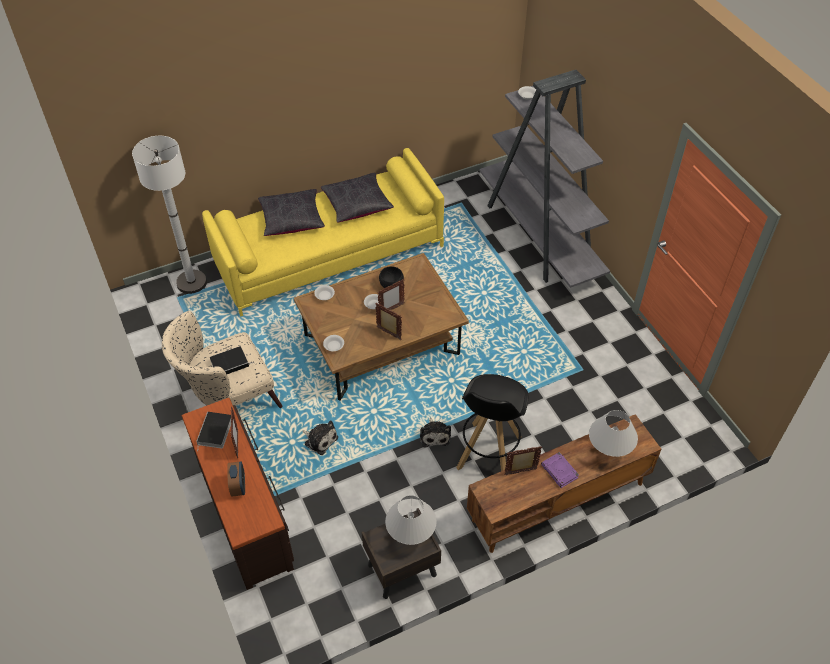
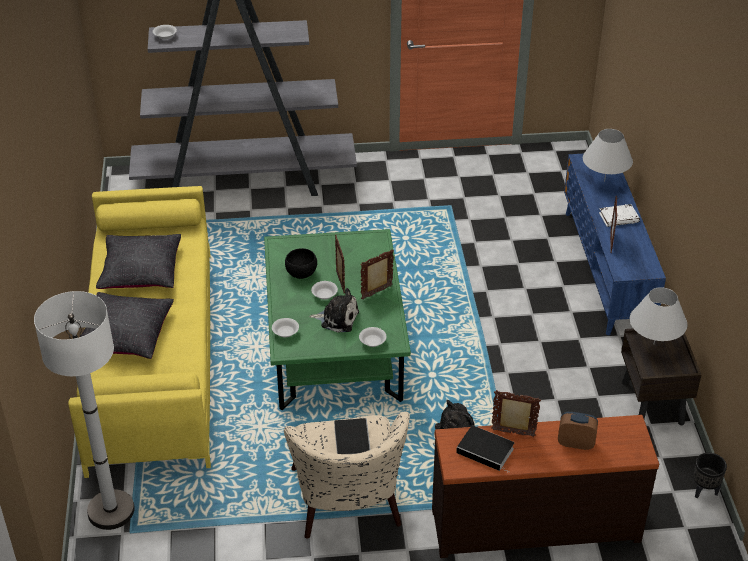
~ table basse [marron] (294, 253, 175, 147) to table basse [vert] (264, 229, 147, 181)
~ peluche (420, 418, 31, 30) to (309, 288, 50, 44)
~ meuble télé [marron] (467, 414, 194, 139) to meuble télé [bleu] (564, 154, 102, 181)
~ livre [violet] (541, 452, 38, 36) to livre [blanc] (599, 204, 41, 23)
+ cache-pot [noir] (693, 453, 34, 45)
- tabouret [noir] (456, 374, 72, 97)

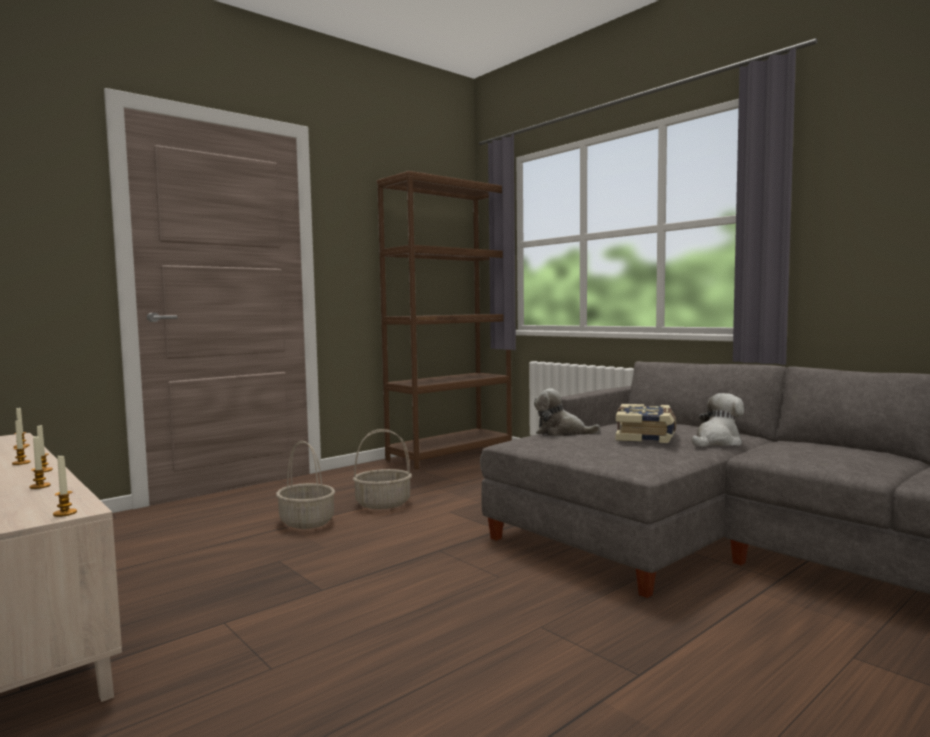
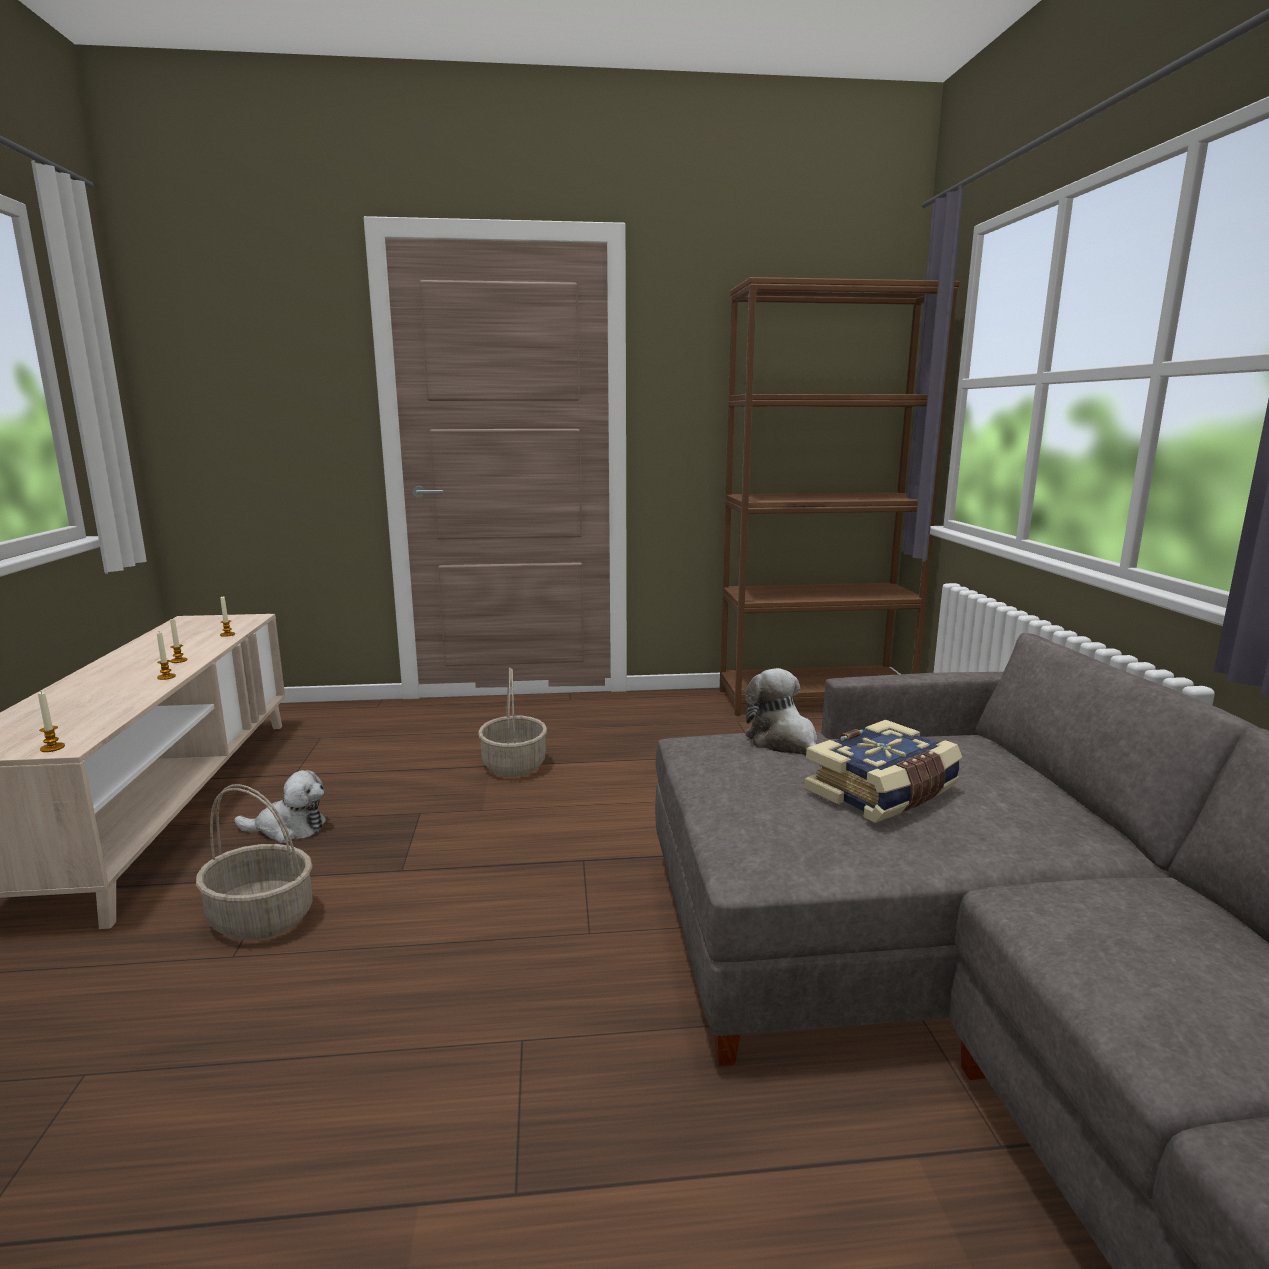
~ panier (353, 429, 59, 80) to (196, 784, 117, 156)
~ peluche (692, 393, 52, 54) to (234, 770, 92, 73)
- bougie (29, 436, 22, 53)

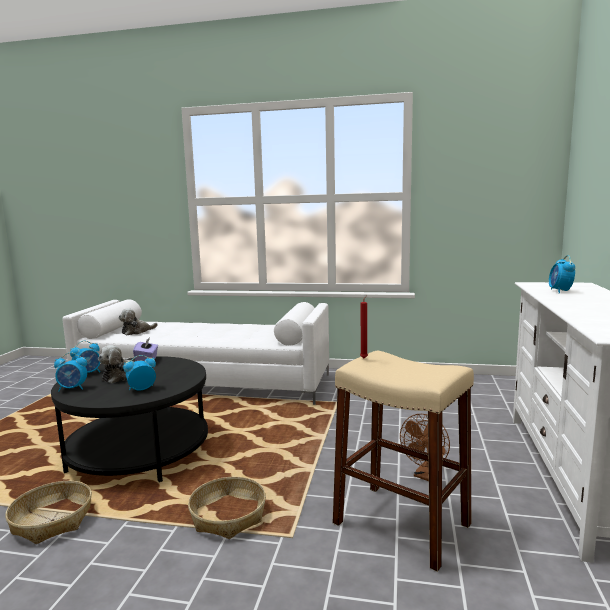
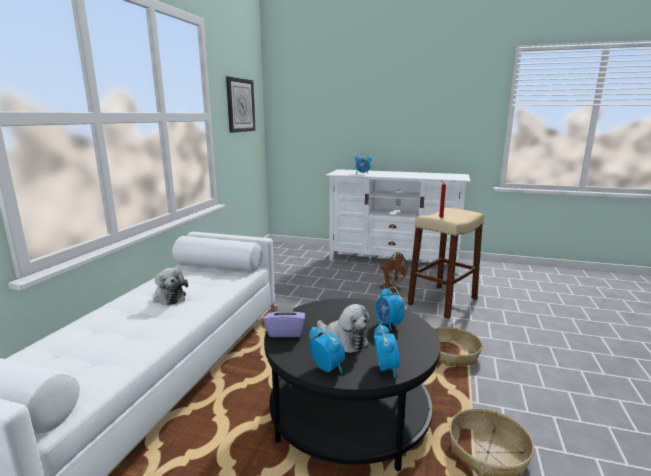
~ peluche (118, 308, 40, 27) to (153, 268, 35, 37)
+ horloge murale (226, 76, 30, 57)

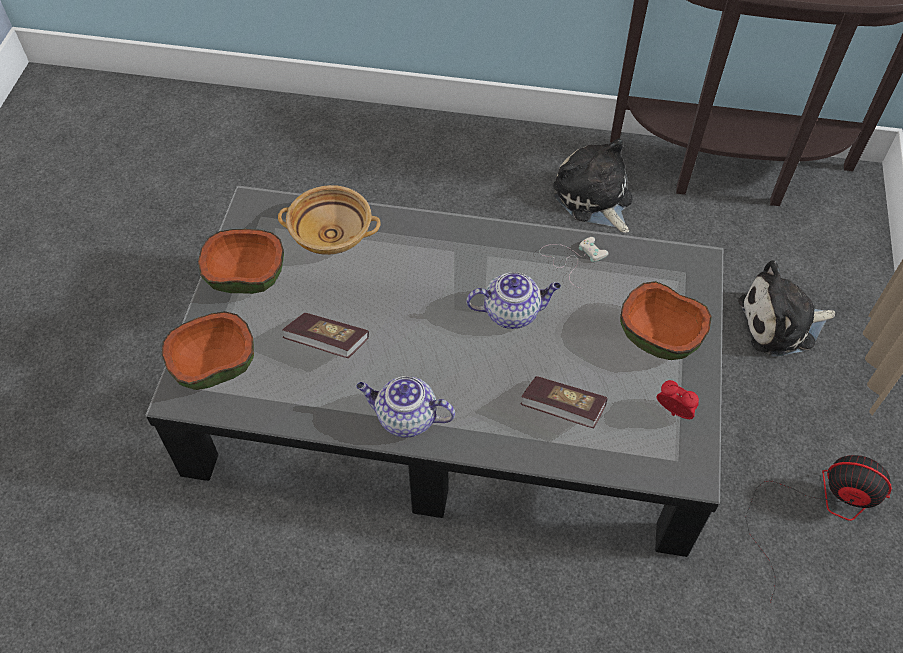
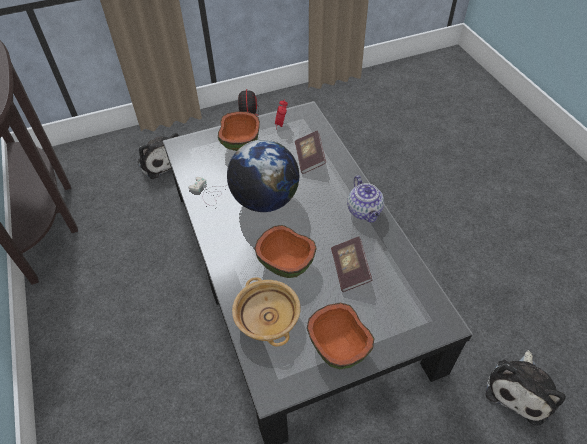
~ théière (466, 272, 95, 57) to globe (227, 140, 72, 72)
~ bol (162, 311, 92, 79) to (254, 225, 63, 53)
~ peluche (553, 138, 79, 95) to (486, 350, 80, 76)

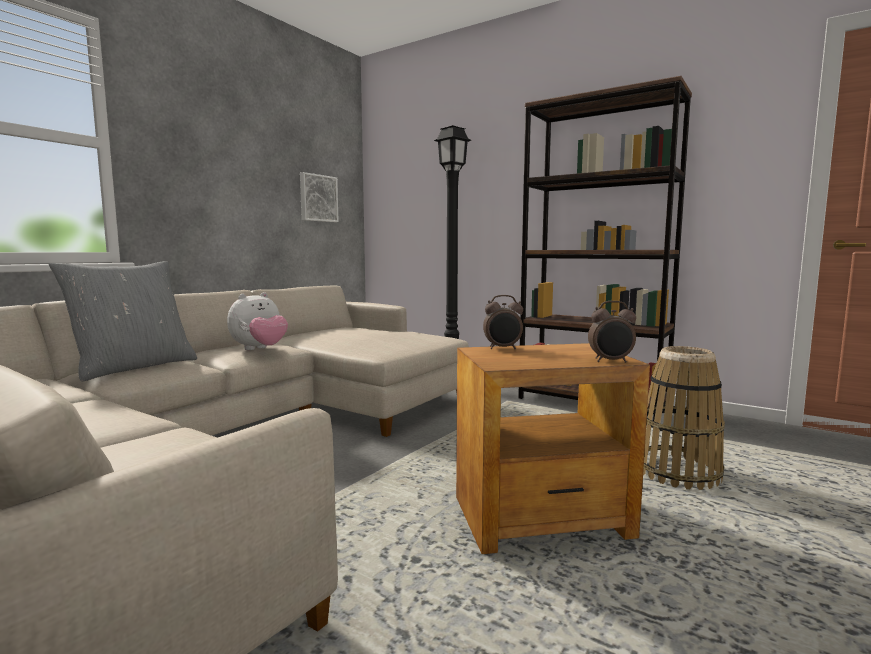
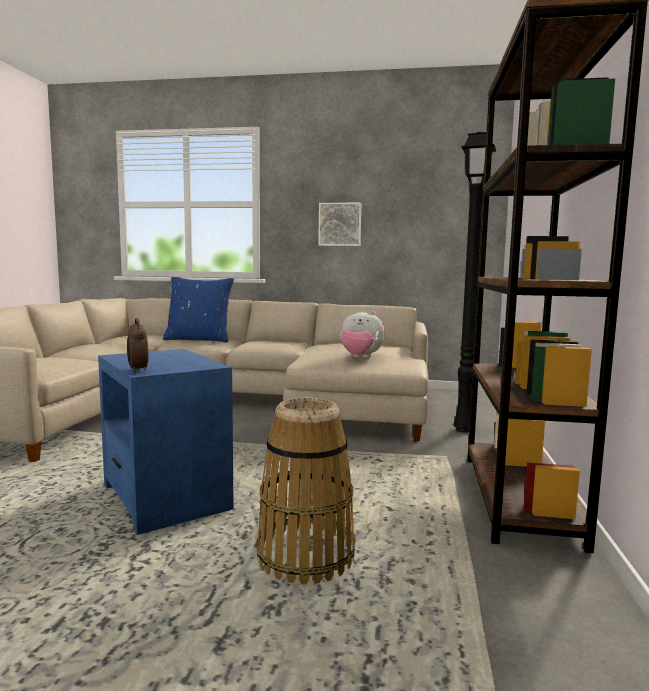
~ table d'appoint [marron] (456, 343, 194, 211) to table d'appoint [bleu] (98, 349, 136, 186)
~ coussin [gris] (49, 261, 148, 121) to coussin [bleu] (163, 277, 71, 65)
~ tableau (300, 172, 39, 50) to (318, 203, 43, 43)
~ peluche (227, 292, 61, 58) to (340, 310, 45, 48)
- réveil (483, 295, 40, 54)

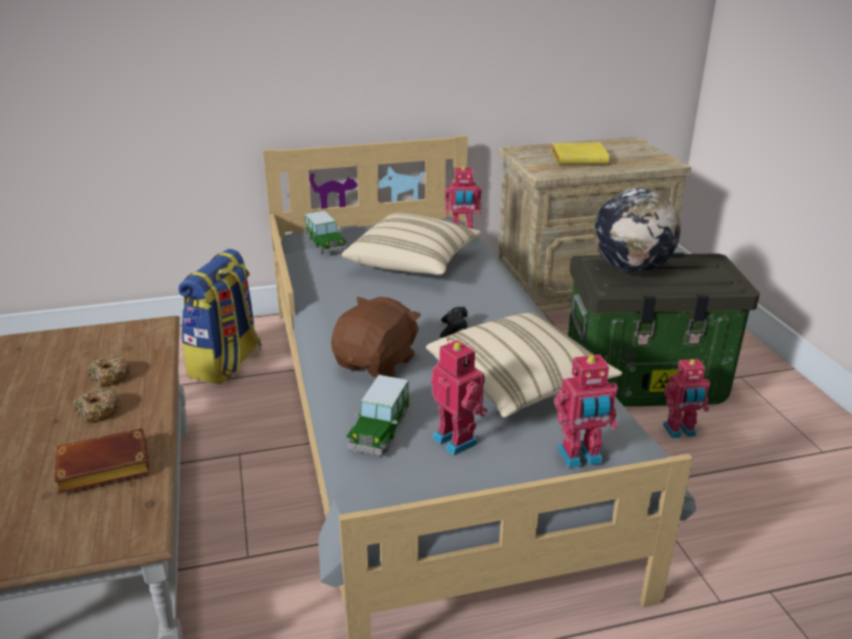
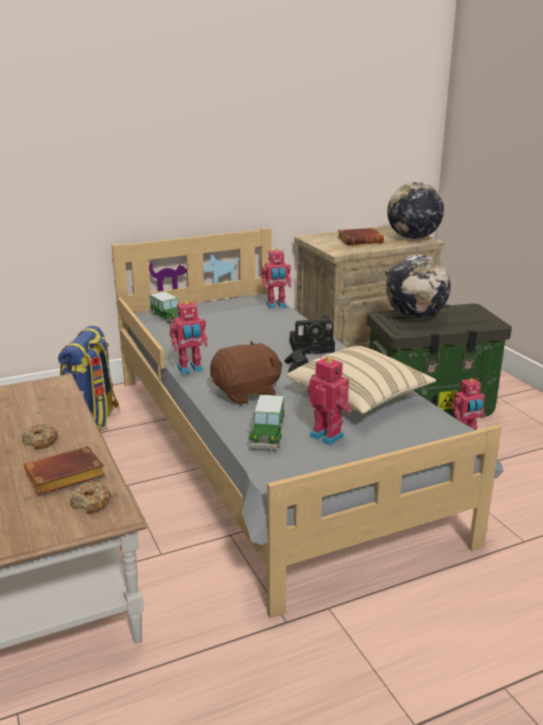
~ beignet (88, 355, 43, 31) to (70, 482, 41, 32)
~ robot jouet (554, 354, 64, 114) to (170, 301, 38, 73)
~ peluche [marron] (331, 297, 90, 81) = (210, 341, 73, 64) 45 degrees clockwise
+ appareil photo (290, 315, 45, 39)
~ livre [jaune] (552, 142, 58, 23) to livre [marron] (337, 228, 47, 17)
+ globe (387, 182, 57, 57)
- coussin [beige] (342, 213, 139, 62)

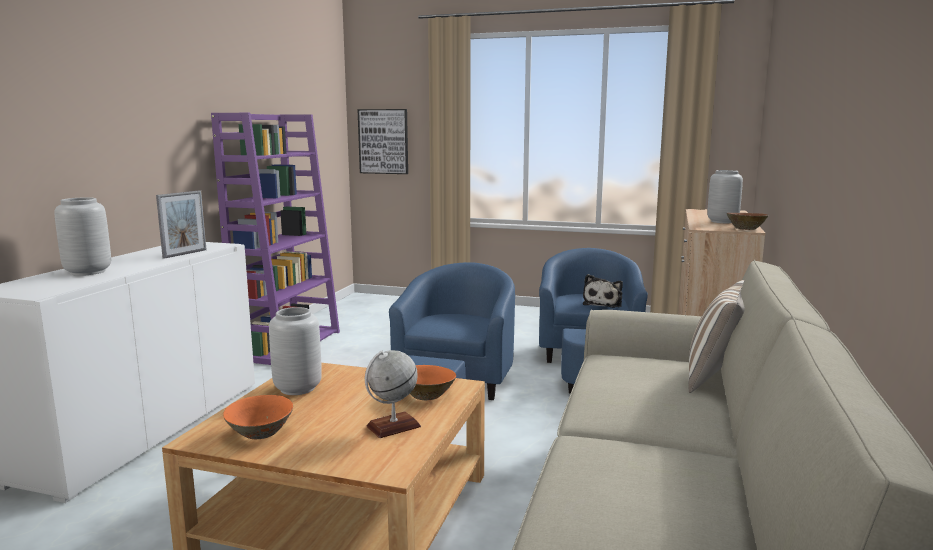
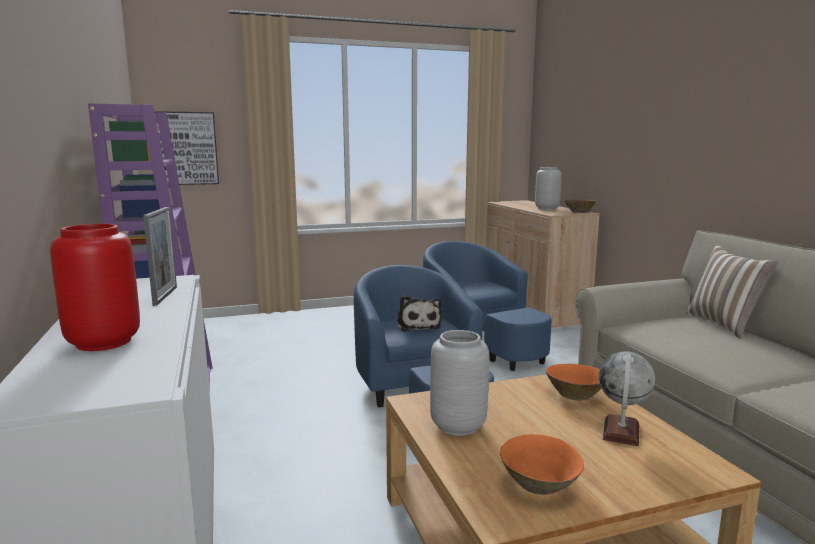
~ vase [gris] (54, 197, 57, 79) to vase [rouge] (50, 224, 90, 127)
~ peluche (583, 274, 40, 34) to (397, 296, 44, 36)

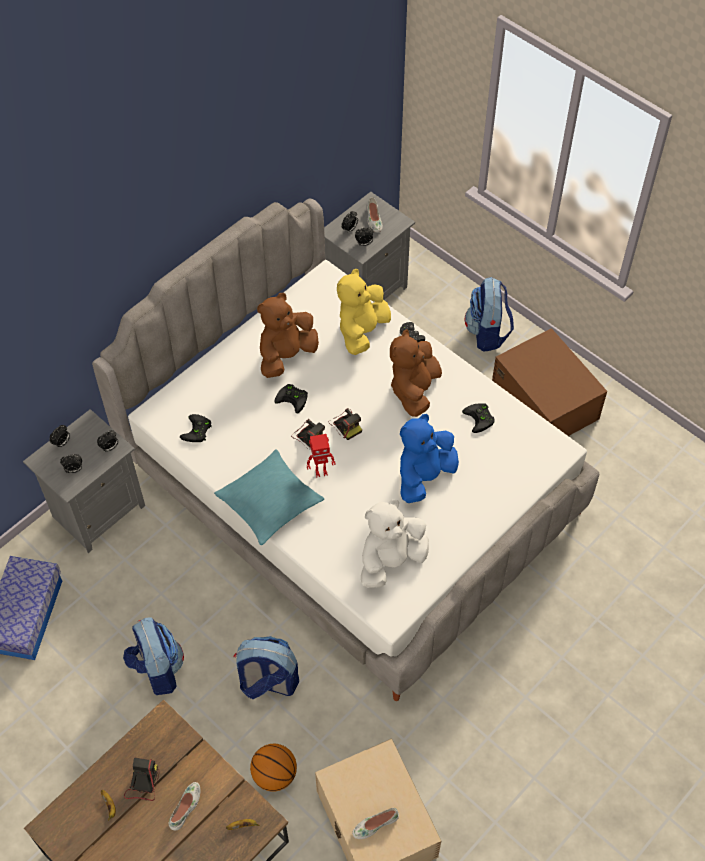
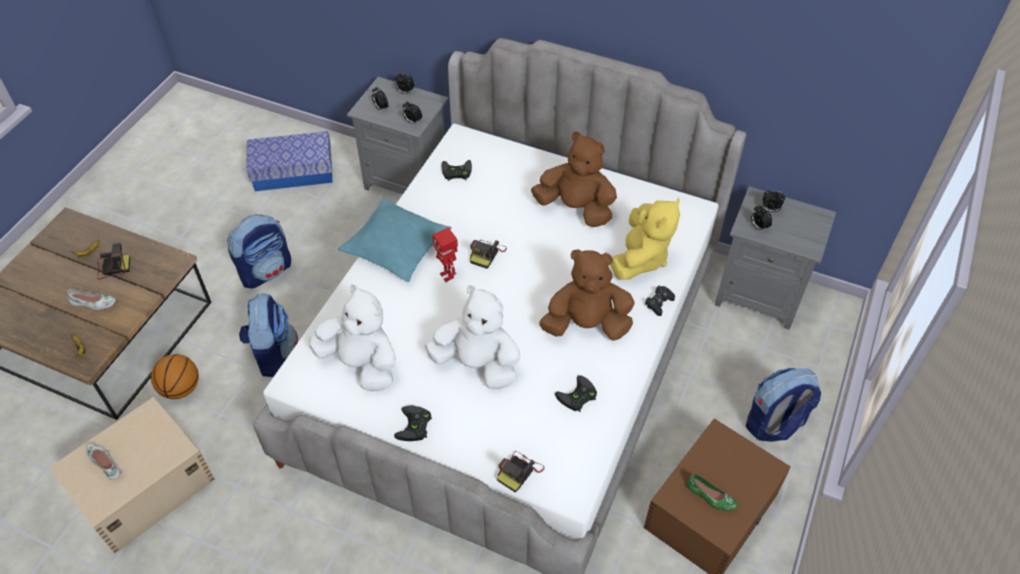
~ manette [noir] (274, 384, 34, 30) to (394, 405, 38, 36)
~ peluche [bleu] (400, 414, 59, 89) to peluche [blanc] (425, 285, 95, 104)
~ appareil photo (329, 408, 33, 32) to (497, 451, 47, 42)
~ peluche [jaune] (337, 269, 54, 86) = (611, 198, 69, 82) 105 degrees clockwise
+ chaussure [vert] (687, 474, 51, 37)
- chaussure [blanc] (367, 197, 16, 35)

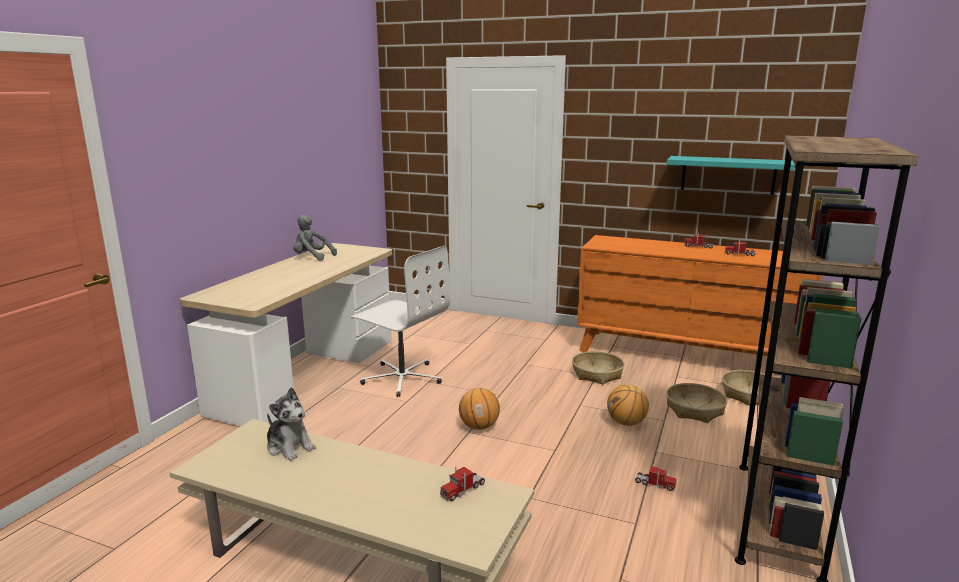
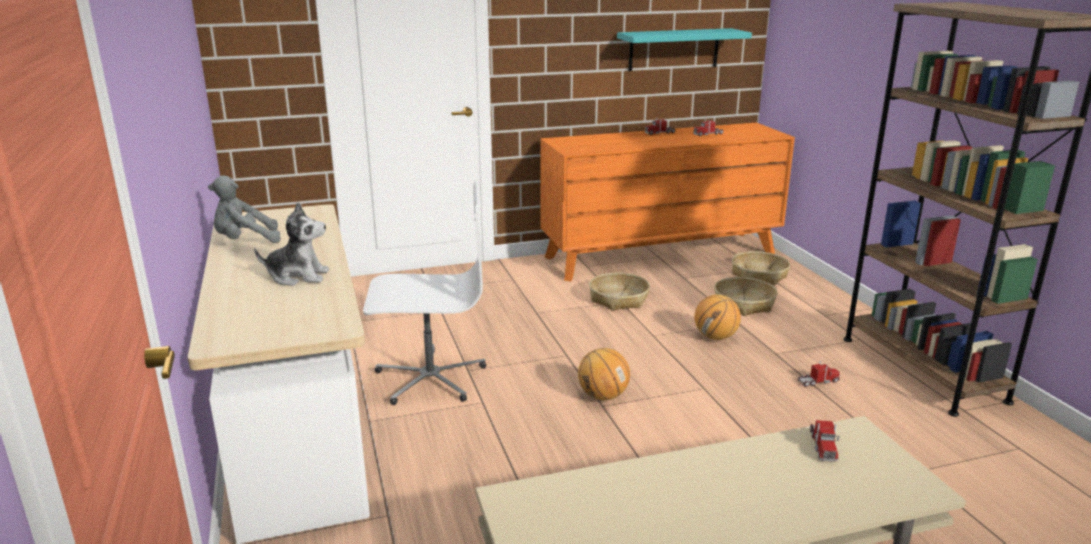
~ peluche (267, 387, 49, 74) to (254, 202, 75, 84)

